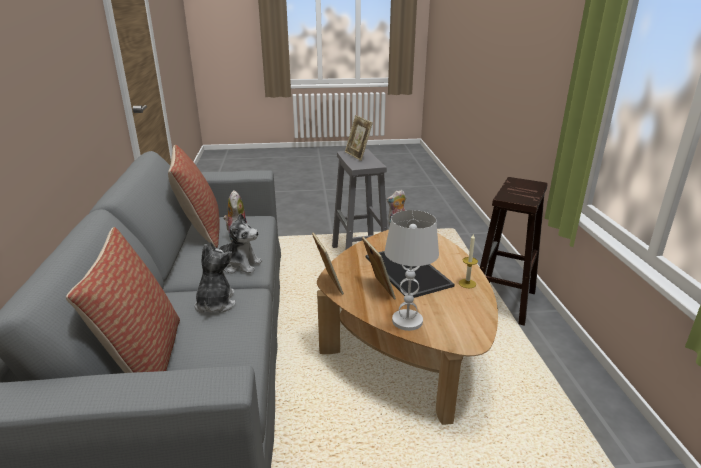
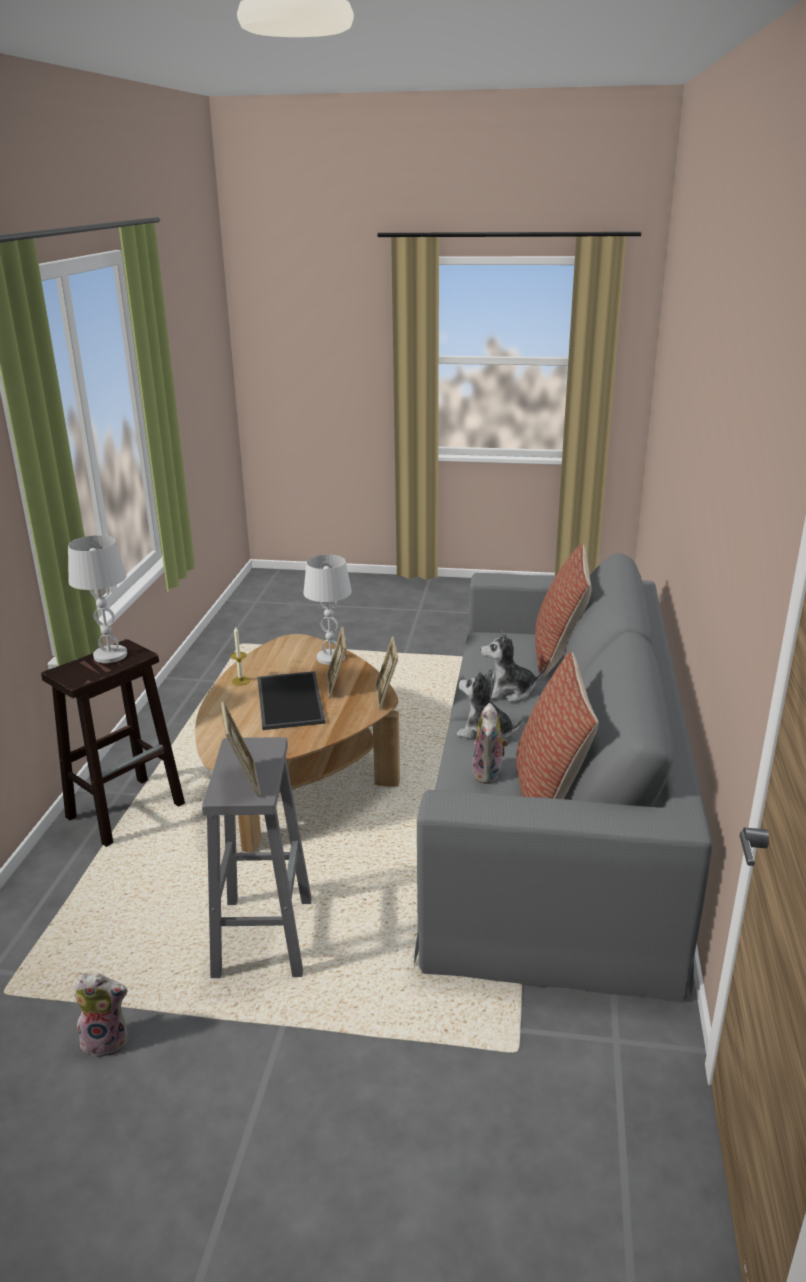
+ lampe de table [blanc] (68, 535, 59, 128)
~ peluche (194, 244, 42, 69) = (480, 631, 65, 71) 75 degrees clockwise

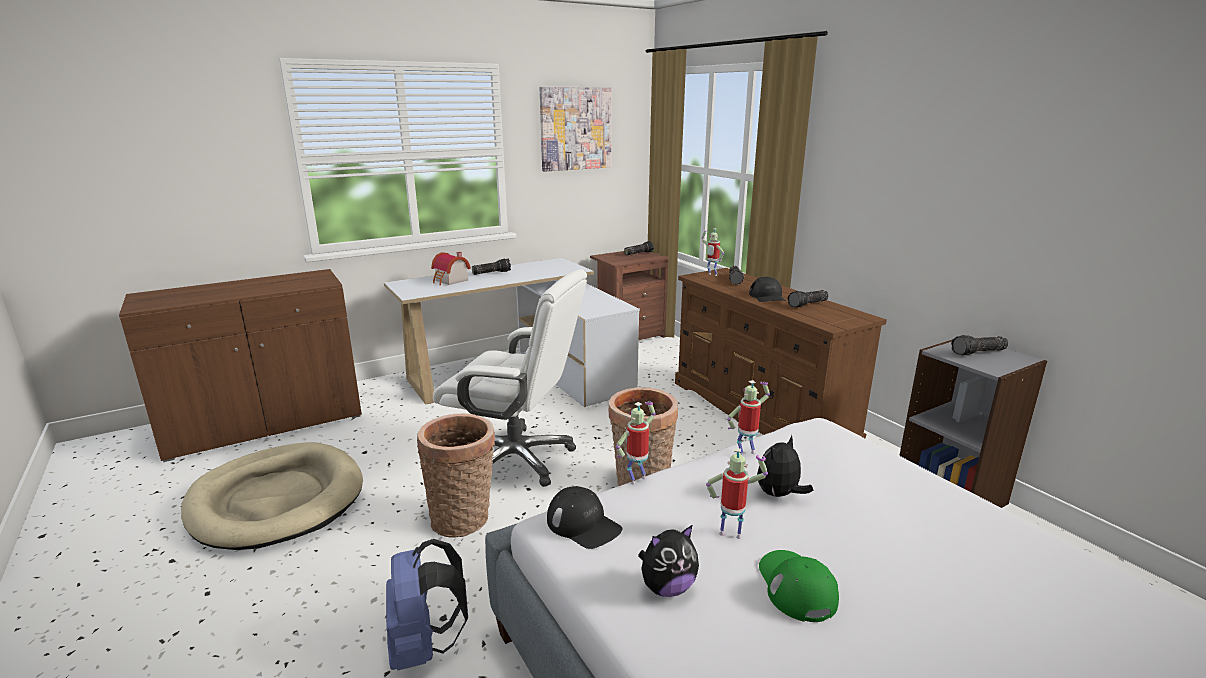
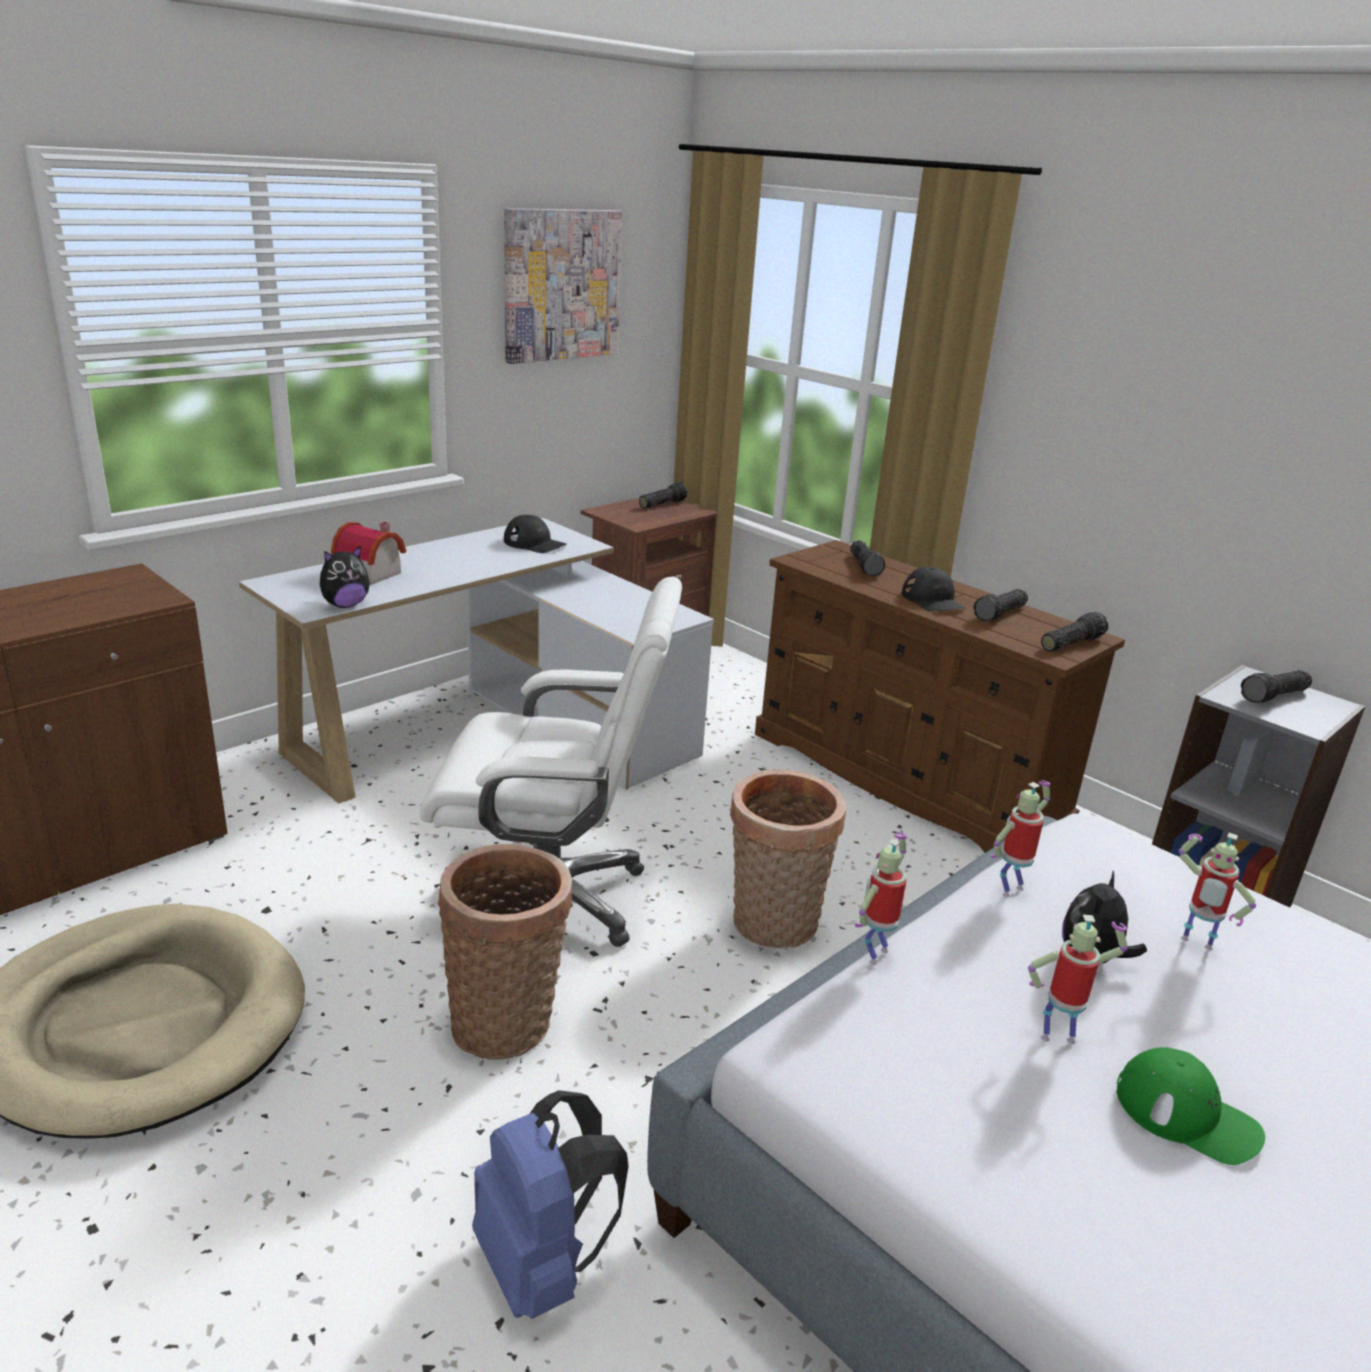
~ peluche (638, 525, 61, 72) to (320, 546, 50, 62)
~ casquette [noir] (547, 486, 75, 63) to (504, 515, 63, 38)
~ lampe de poche (472, 259, 39, 16) to (1041, 612, 67, 39)
~ casquette [vert] (759, 550, 80, 72) = (1116, 1047, 149, 118) 150 degrees clockwise
~ robot jouet (701, 228, 23, 48) to (1178, 833, 78, 117)

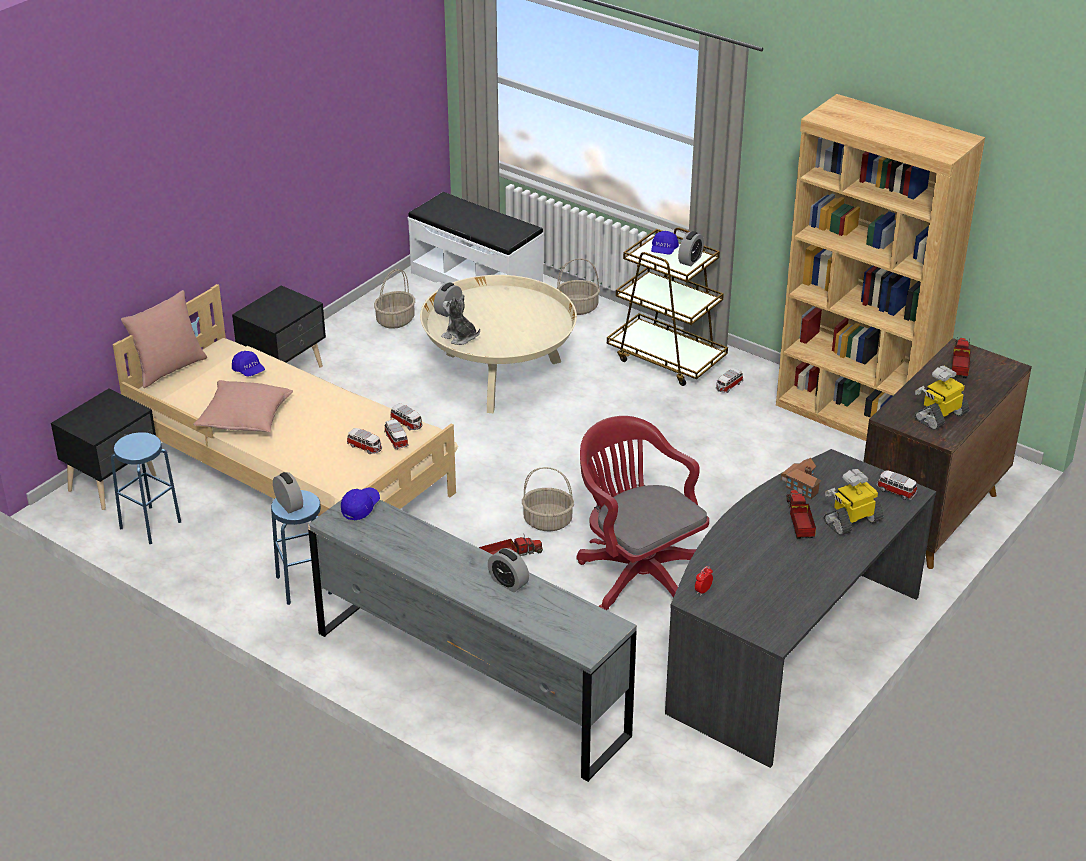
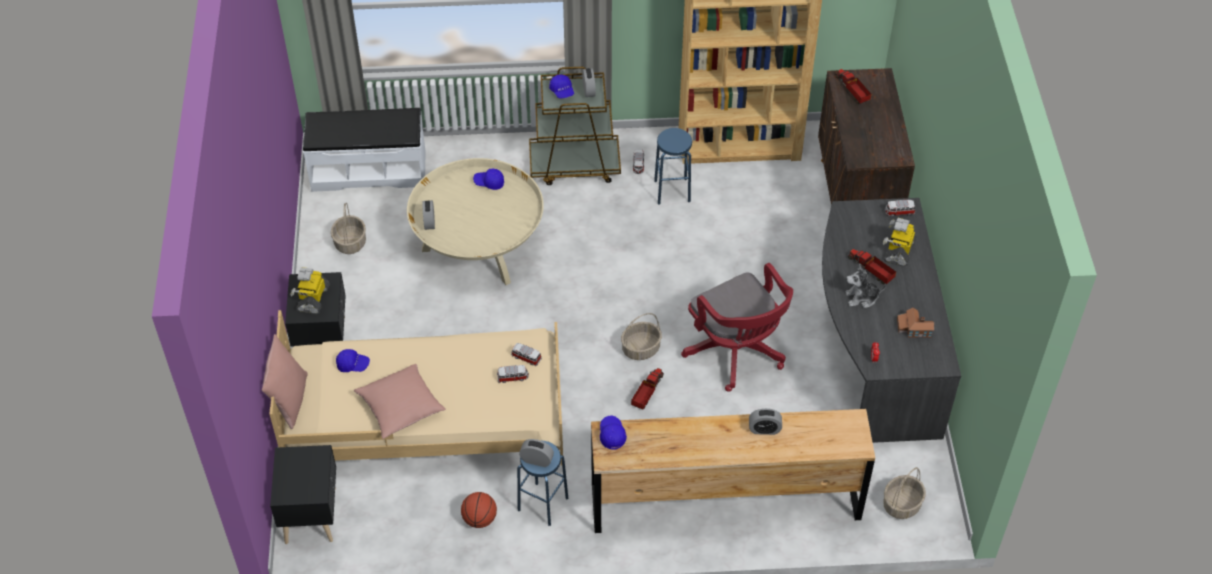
~ robot jouet (914, 366, 55, 64) to (290, 267, 40, 47)
+ ballon de basket (461, 492, 36, 36)
+ casquette [bleu] (473, 169, 31, 21)
~ commode [gris] (308, 499, 329, 283) to commode [marron] (591, 409, 284, 124)
~ tabouret [bleu] (111, 432, 70, 112) to (654, 128, 38, 77)
~ chaise de bureau [rouge] (577, 416, 132, 194) = (681, 263, 112, 129) 135 degrees counterclockwise
~ peluche (441, 295, 39, 50) to (845, 264, 41, 44)
~ panier (557, 258, 43, 57) to (883, 467, 43, 52)
~ maison miniature (781, 458, 40, 42) to (897, 308, 37, 30)
- petite voiture (390, 403, 33, 27)

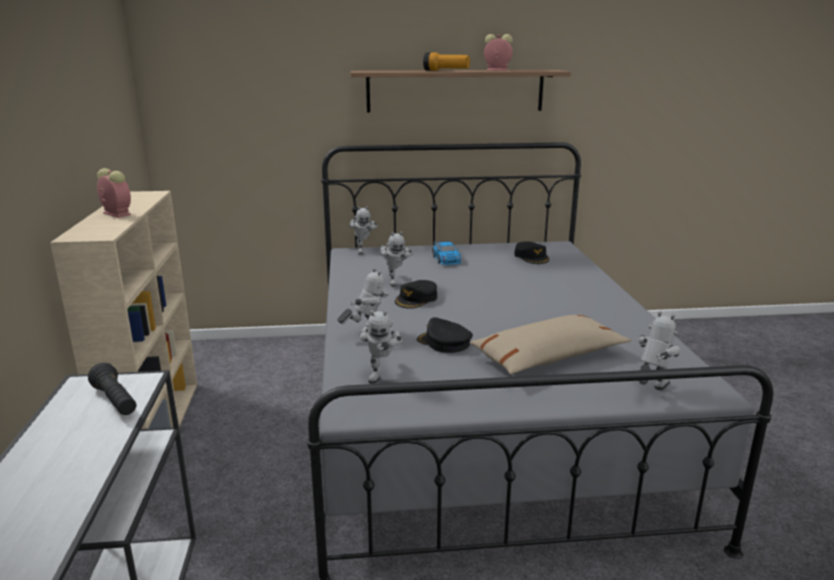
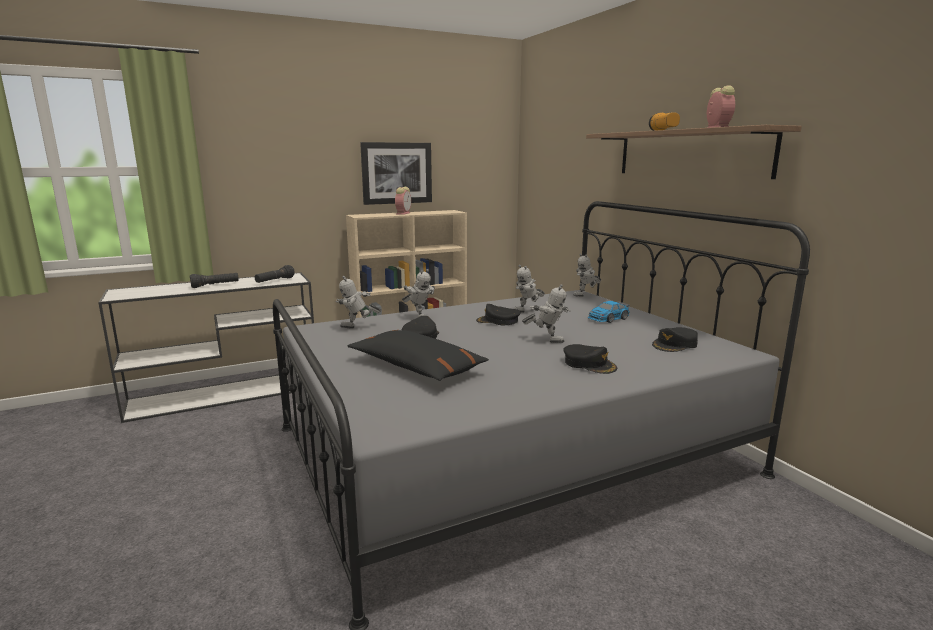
+ lampe de poche [noir] (190, 273, 49, 15)
~ coussin [beige] (469, 314, 162, 61) to coussin [noir] (347, 330, 142, 51)
+ tableau (360, 142, 72, 63)
~ robot jouet (637, 311, 43, 79) to (522, 284, 49, 59)
+ casquette [noir] (563, 344, 54, 30)

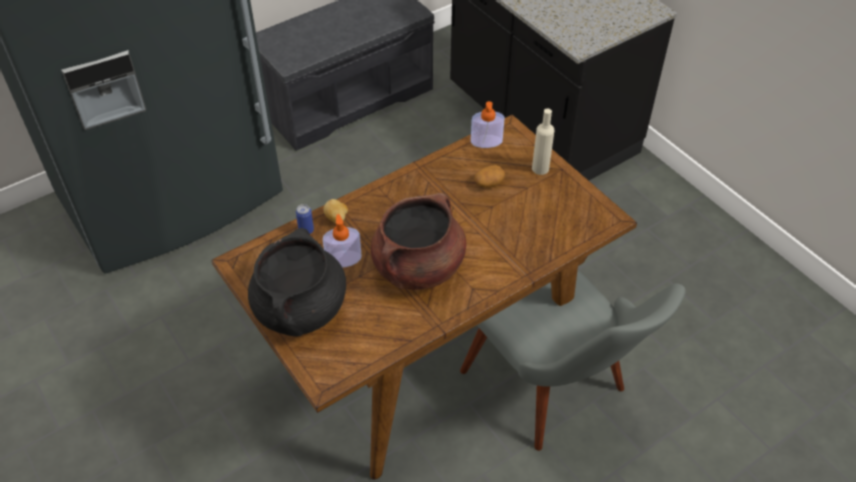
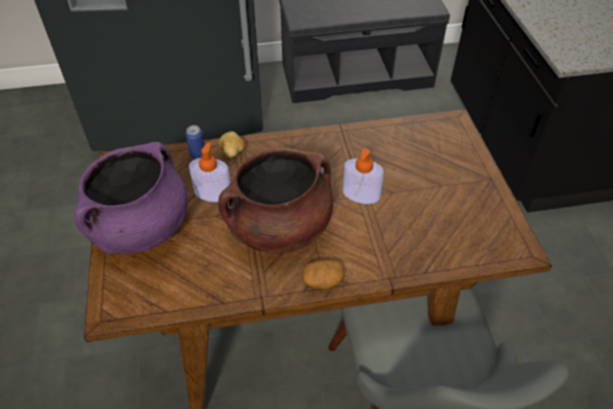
~ marmite [noir] (248, 228, 98, 109) to marmite [violet] (74, 142, 114, 112)
~ pomme de terre (475, 165, 30, 23) to (302, 260, 43, 29)
~ distributeur de savon (471, 101, 34, 47) to (343, 149, 41, 55)
- bouteille [beige] (532, 108, 23, 67)

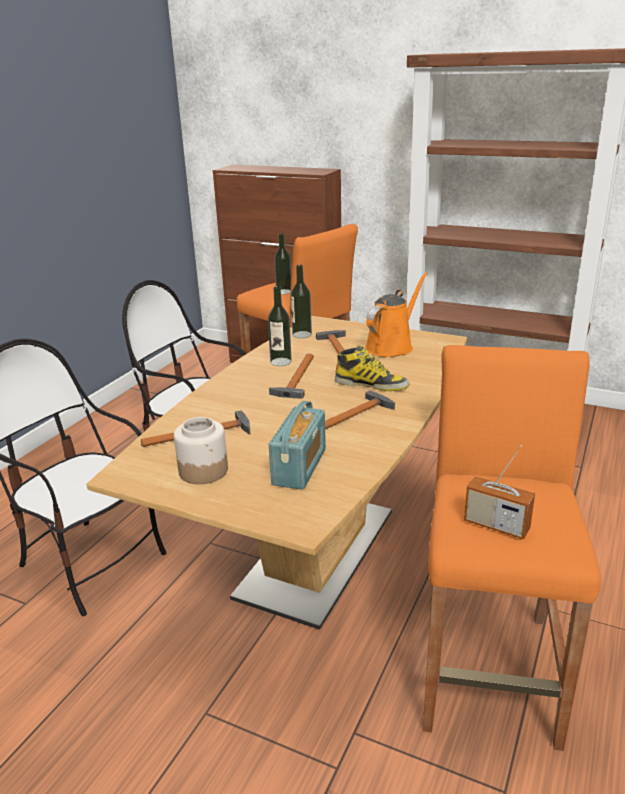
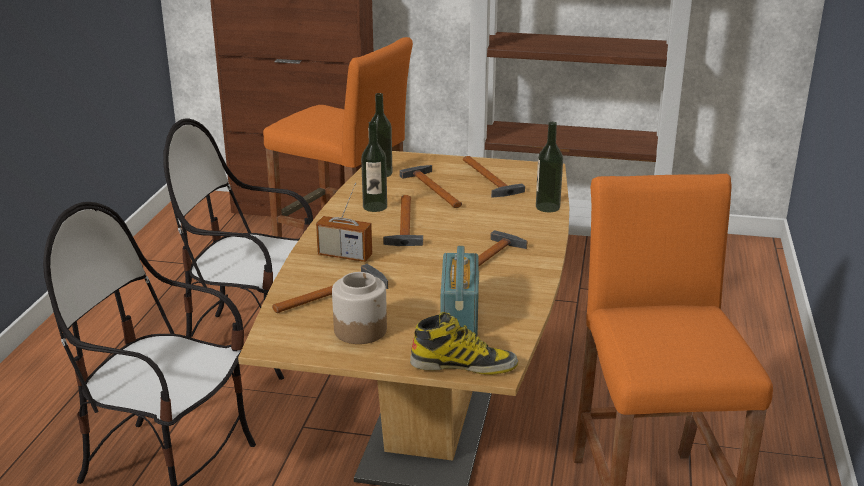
~ radio (464, 445, 71, 94) to (316, 183, 56, 79)
~ botte (335, 345, 74, 46) to (410, 312, 108, 63)
~ arrosoir [orange] (365, 272, 63, 85) to marteau (463, 156, 62, 41)
~ bouteille (274, 233, 17, 61) to (536, 122, 27, 90)

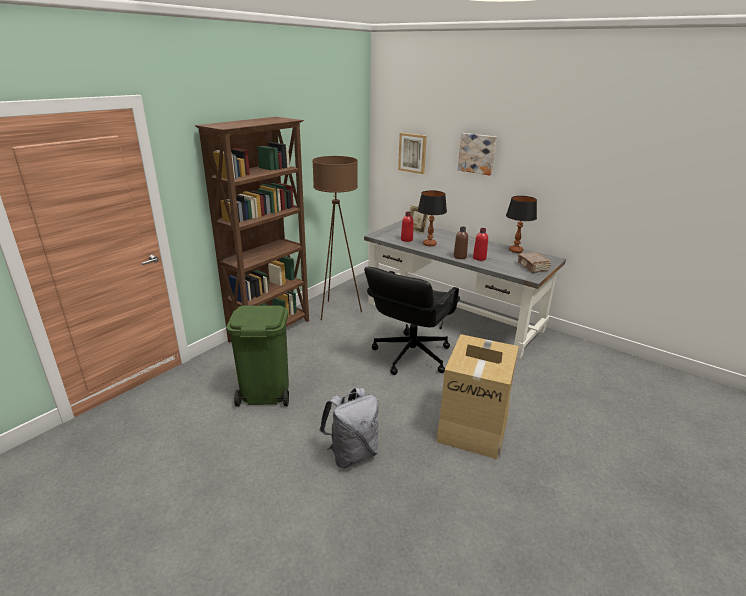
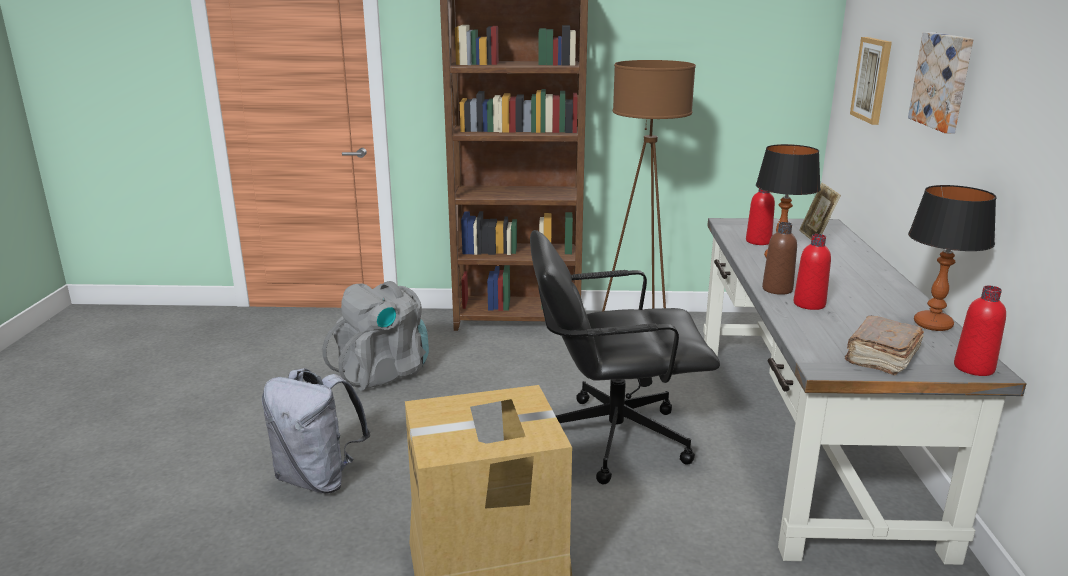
~ poubelle [vert] (227, 305, 62, 102) to sac à dos [gris] (322, 281, 107, 110)
+ bouteille [rouge] (954, 285, 52, 91)

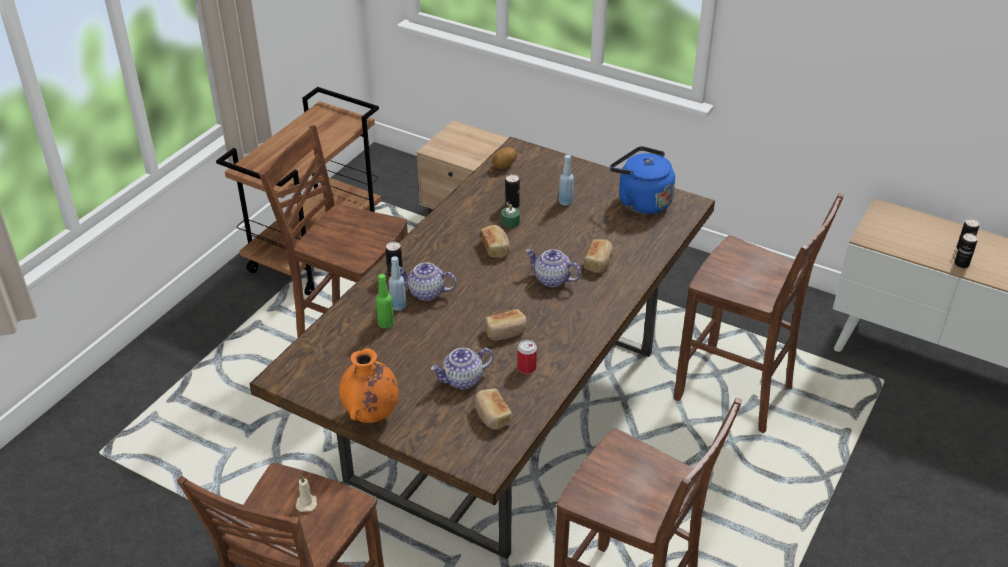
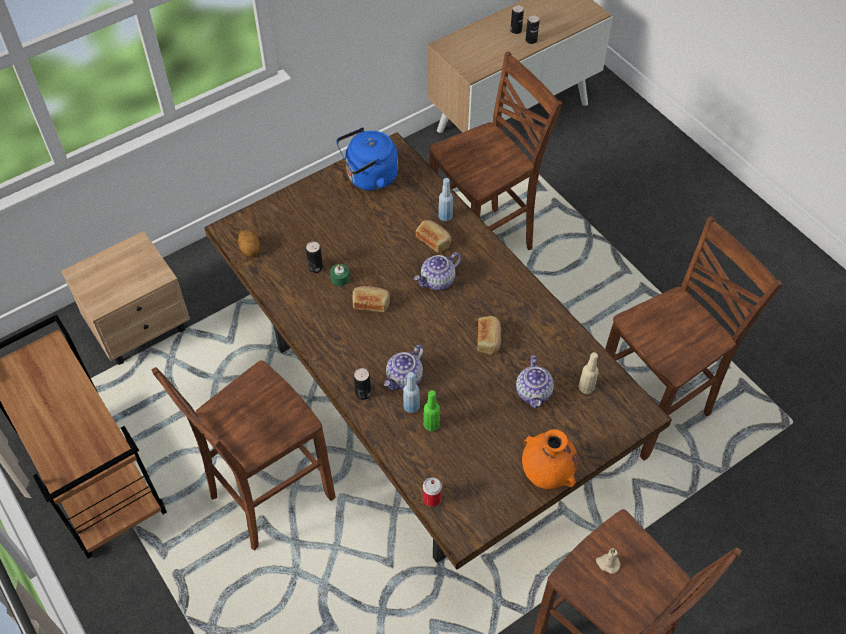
~ boîte métallique (517, 340, 20, 34) to (423, 477, 19, 30)
~ bouteille [bleu] (559, 155, 15, 51) to (438, 178, 15, 43)
~ pain (475, 388, 37, 42) to bouteille [beige] (578, 352, 20, 42)

